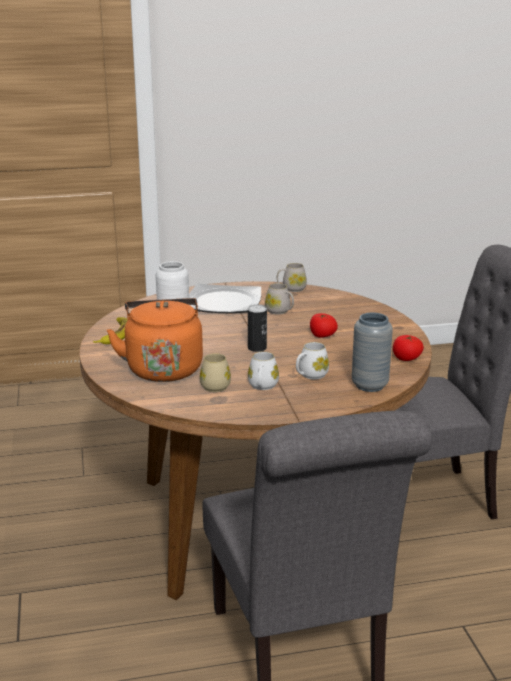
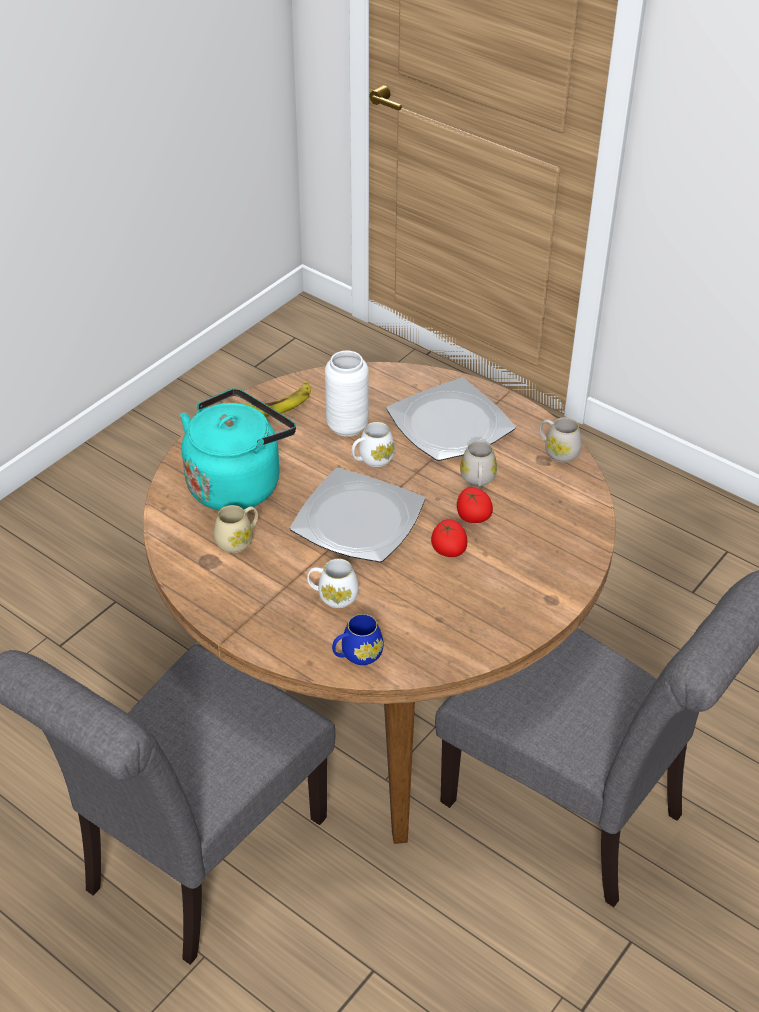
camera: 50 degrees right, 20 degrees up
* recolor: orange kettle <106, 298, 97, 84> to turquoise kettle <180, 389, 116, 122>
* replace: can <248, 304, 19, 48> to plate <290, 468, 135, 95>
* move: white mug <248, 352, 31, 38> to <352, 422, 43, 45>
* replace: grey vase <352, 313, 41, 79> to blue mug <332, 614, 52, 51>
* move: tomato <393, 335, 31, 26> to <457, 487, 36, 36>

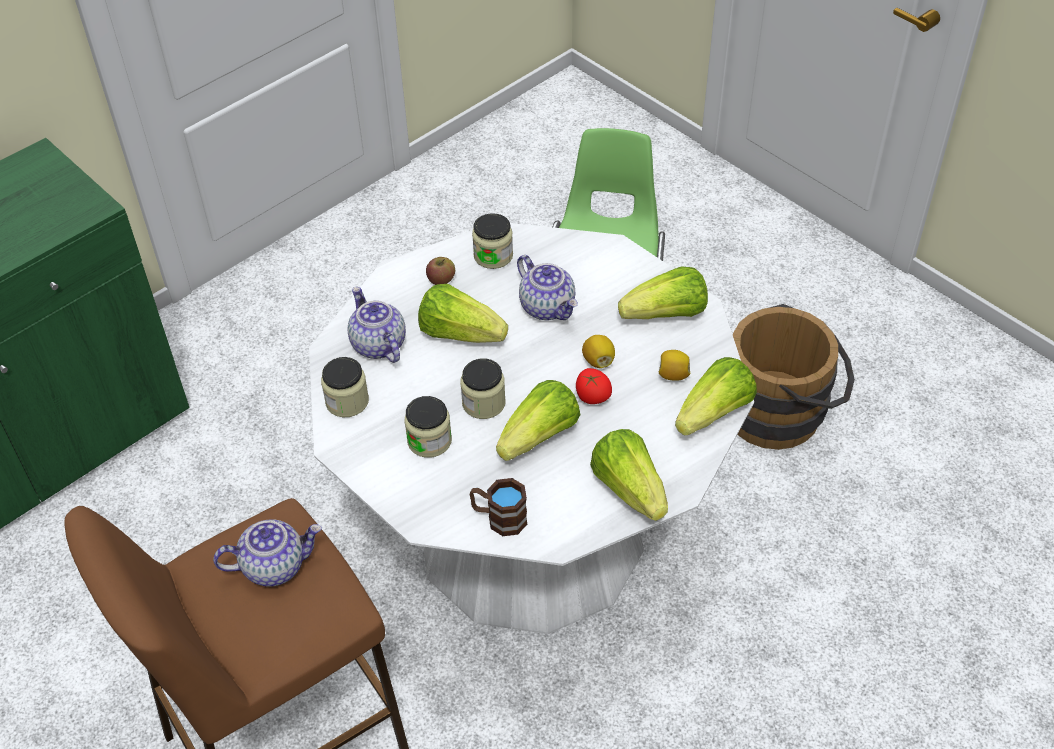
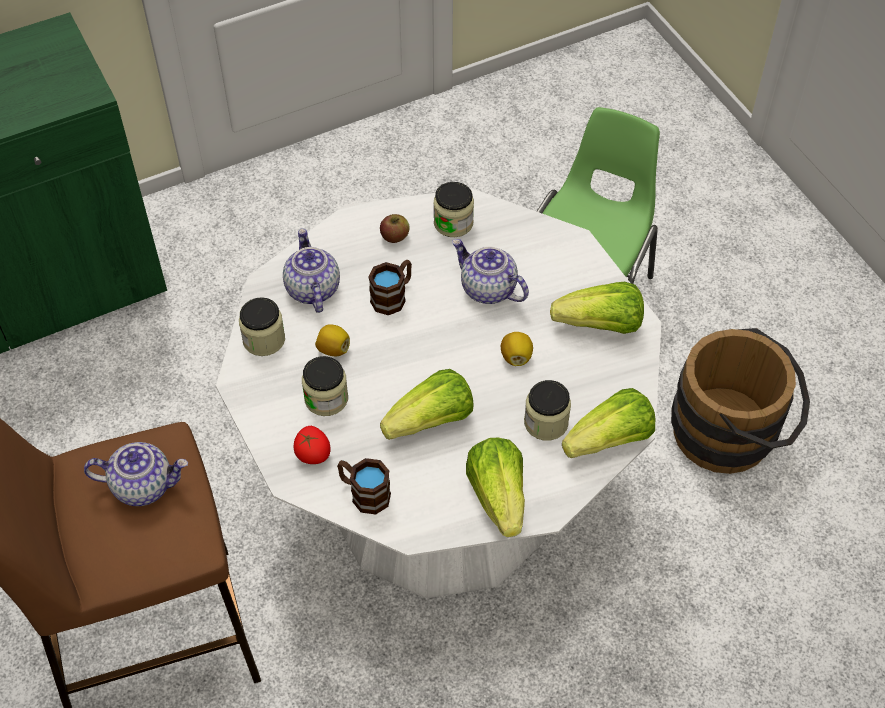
camera: 15 degrees right, 5 degrees up
* replace: lettuce <418, 284, 90, 59> to brown mug <368, 260, 44, 55>
* move: jar <460, 358, 46, 61> to <524, 380, 47, 61>
* rotate: teapot <517, 255, 61, 65> = <452, 239, 77, 65> 150 degrees clockwise
* move: tomato <576, 368, 36, 36> to <294, 426, 37, 38>
* move: lemon <659, 350, 32, 31> to <315, 324, 35, 32>

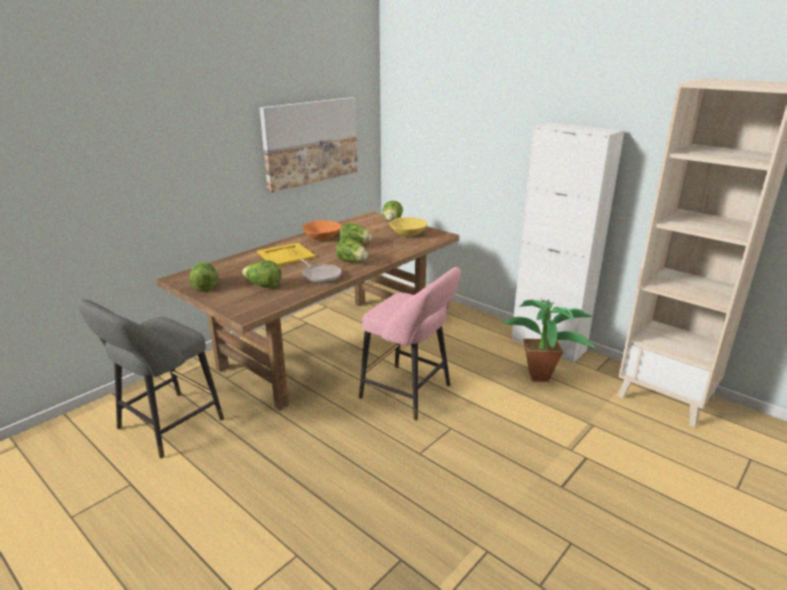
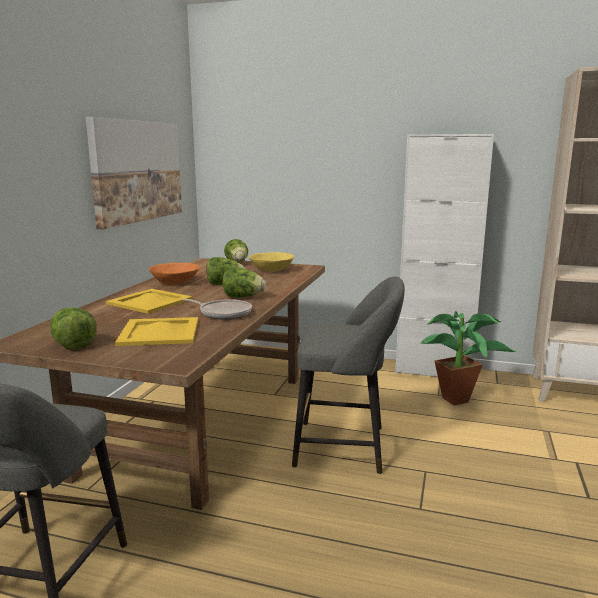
camera: 25 degrees left, 10 degrees down
* replace: lettuce <242, 260, 39, 28> to yellow tray <115, 317, 83, 29>
* recolor: pink stool <359, 267, 102, 154> to grey stool <292, 276, 113, 198>

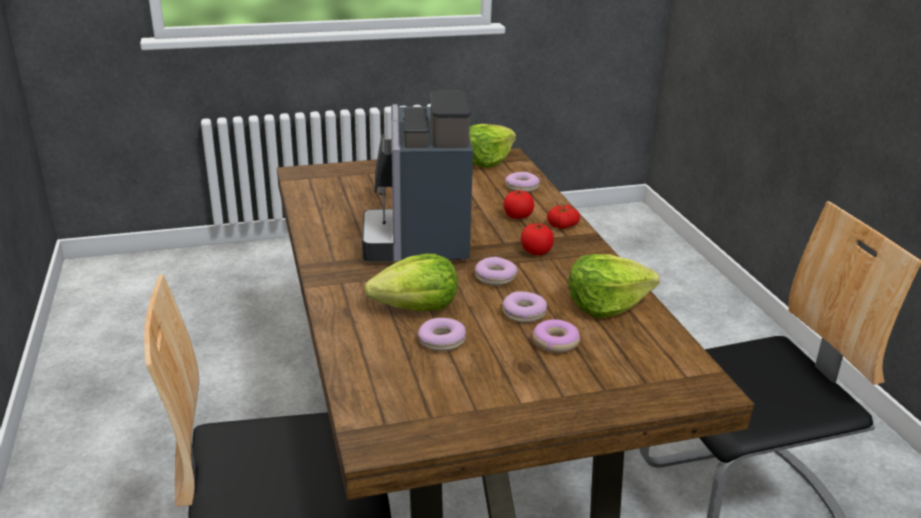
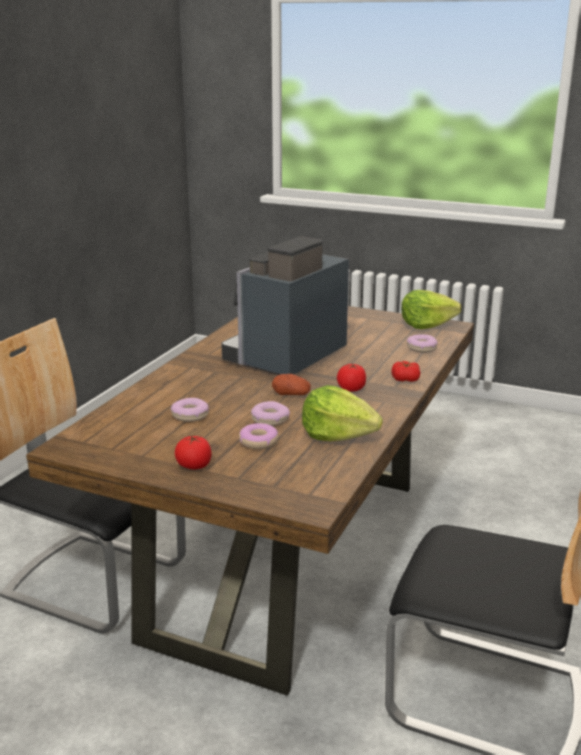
camera: 40 degrees right, 5 degrees down
* delete: lettuce <365, 254, 93, 57>
* replace: donut <475, 257, 43, 29> to potato <272, 374, 39, 21>
* move: tomato <503, 190, 31, 29> to <175, 435, 37, 34>

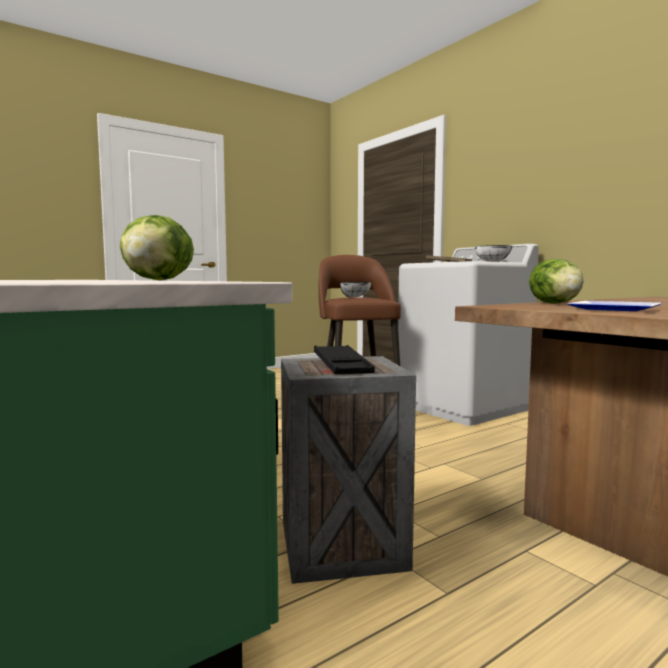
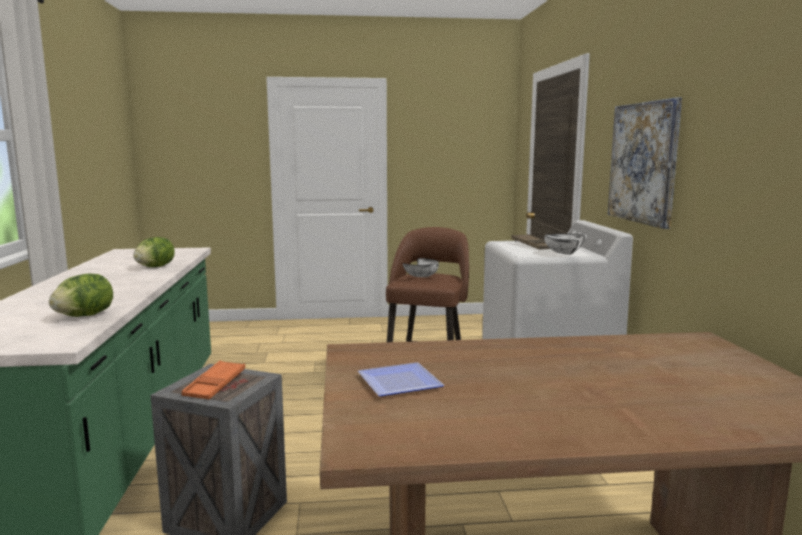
camera: 30 degrees right, 5 degrees up
* recolor: black tray <314, 345, 61, 29> to orange tray <181, 360, 64, 40>
* move: lettuce <529, 258, 55, 46> to <133, 237, 42, 30>
* insert: picture <608, 98, 74, 131>

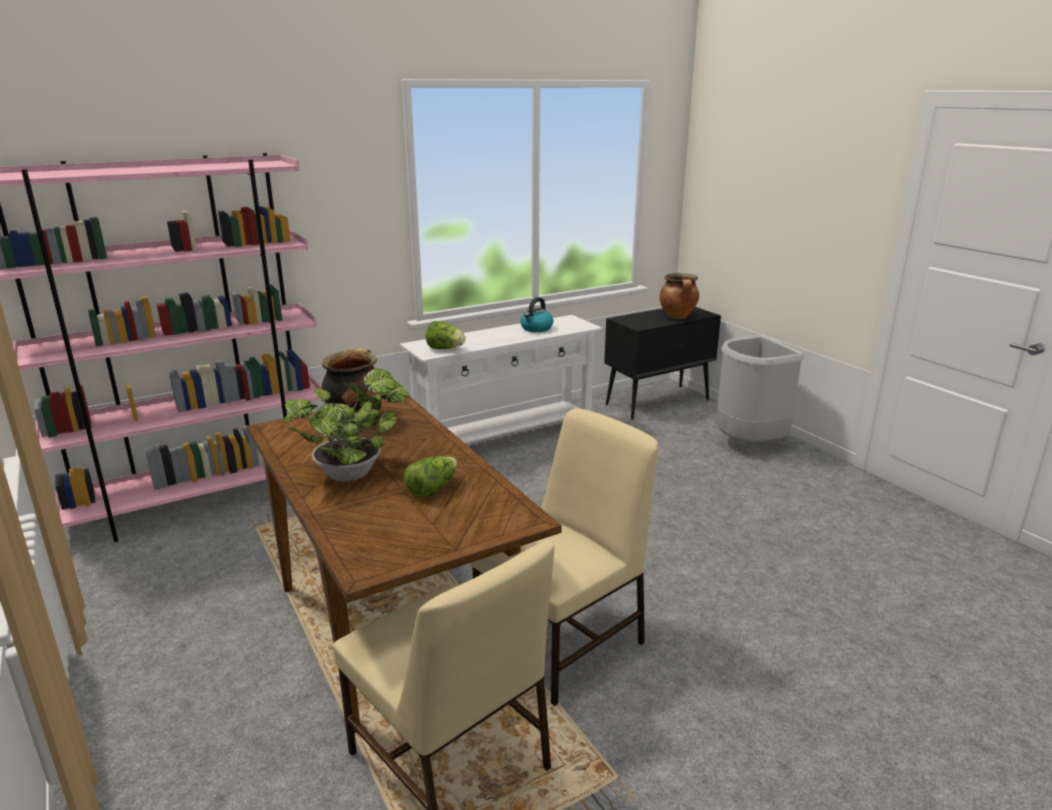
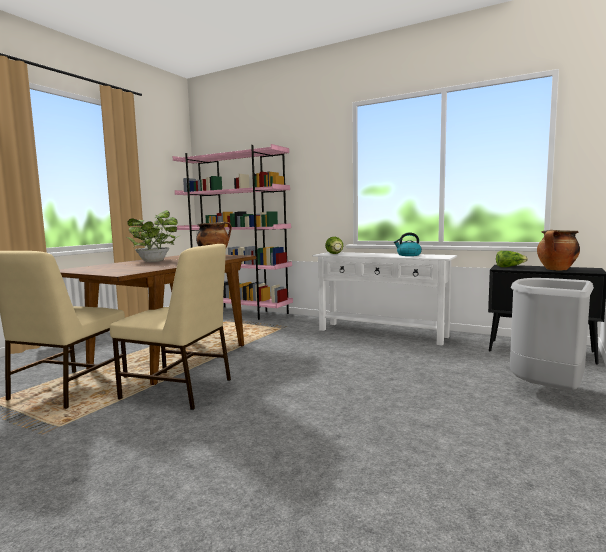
camera: 60 degrees right, 15 degrees down
* move: lettuce <404, 456, 53, 42> to <496, 251, 32, 16>

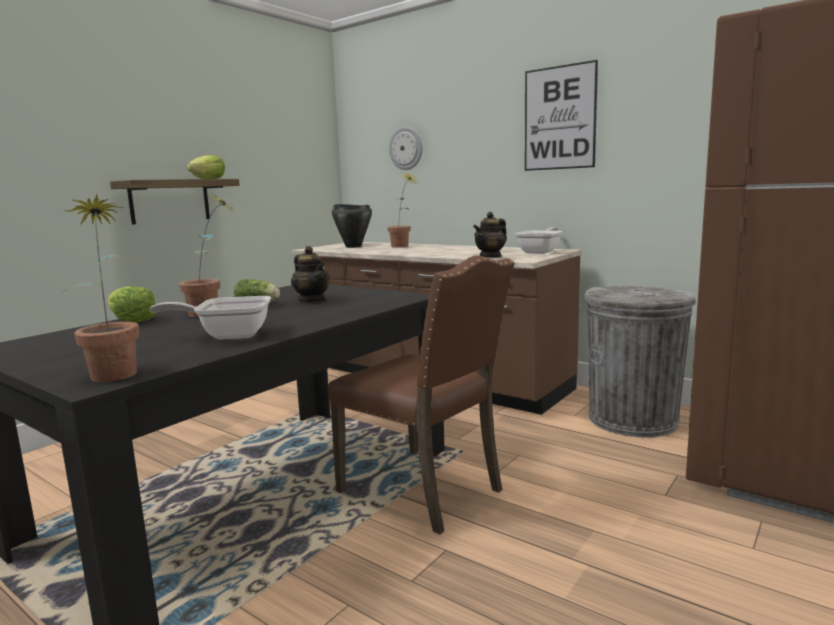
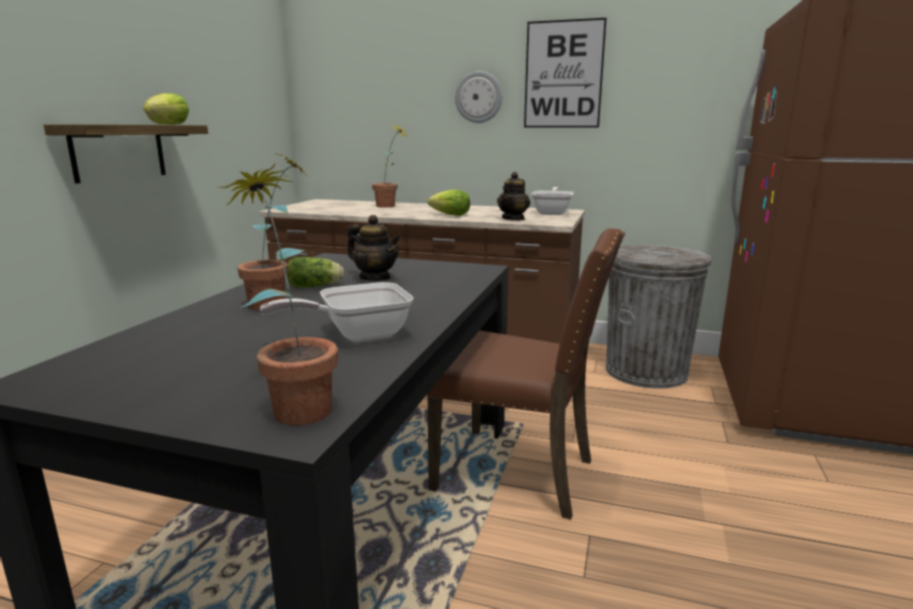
camera: 20 degrees left, 5 degrees up
* move: lettuce <108, 286, 49, 36> to <428, 190, 42, 26>
* delete: black cooking pot <332, 204, 40, 44>
* move: wall clock <389, 126, 33, 44> to <455, 71, 47, 52>

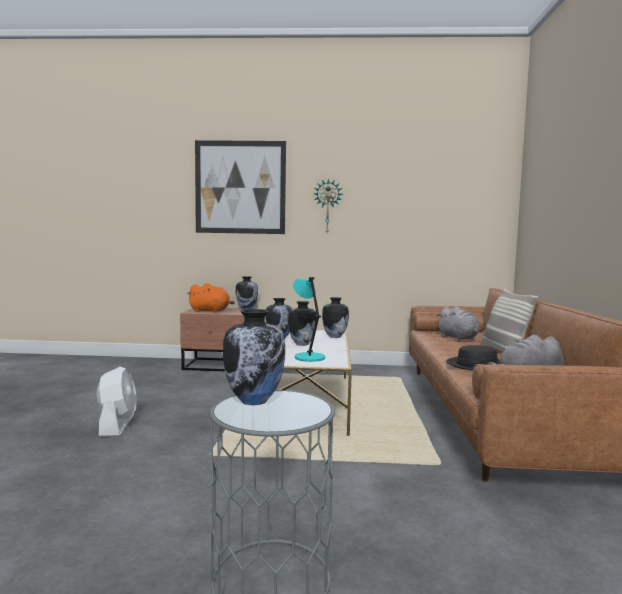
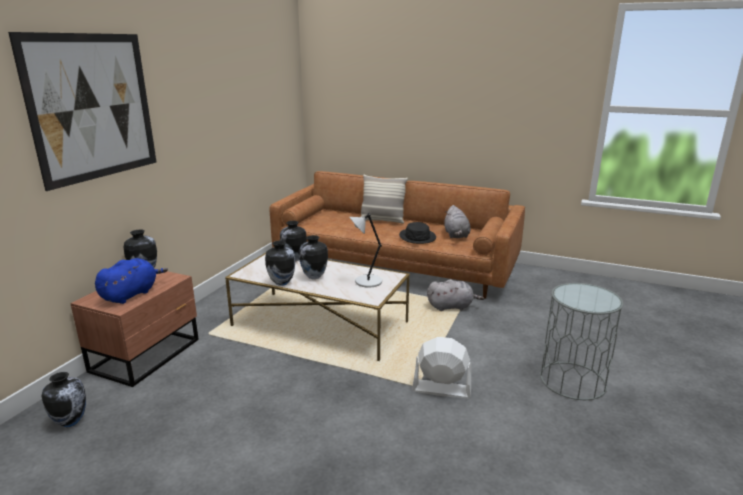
camera: 70 degrees left, 15 degrees up
* move: white fan <97, 367, 40, 70> to <412, 337, 59, 62>
* recolor: orange plush toy <187, 283, 48, 30> to blue plush toy <95, 258, 73, 46>
* move: vase <223, 309, 62, 96> to <42, 372, 44, 55>
* recolor: turquoise table lamp <293, 277, 32, 85> to grey table lamp <350, 213, 32, 74>
* delete: wall clock <314, 178, 29, 55>
* move: grey plush toy <436, 306, 44, 34> to <427, 280, 57, 31>

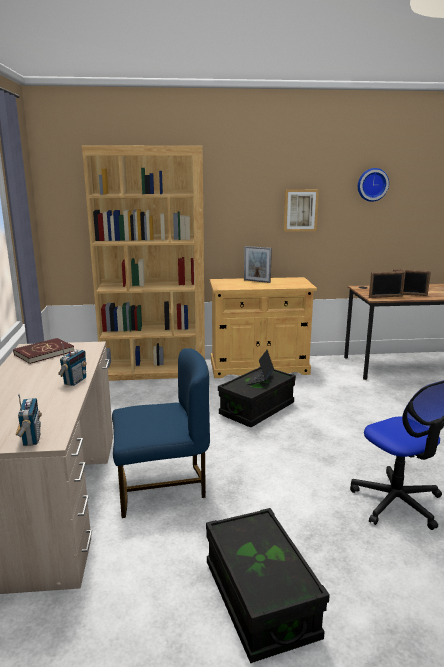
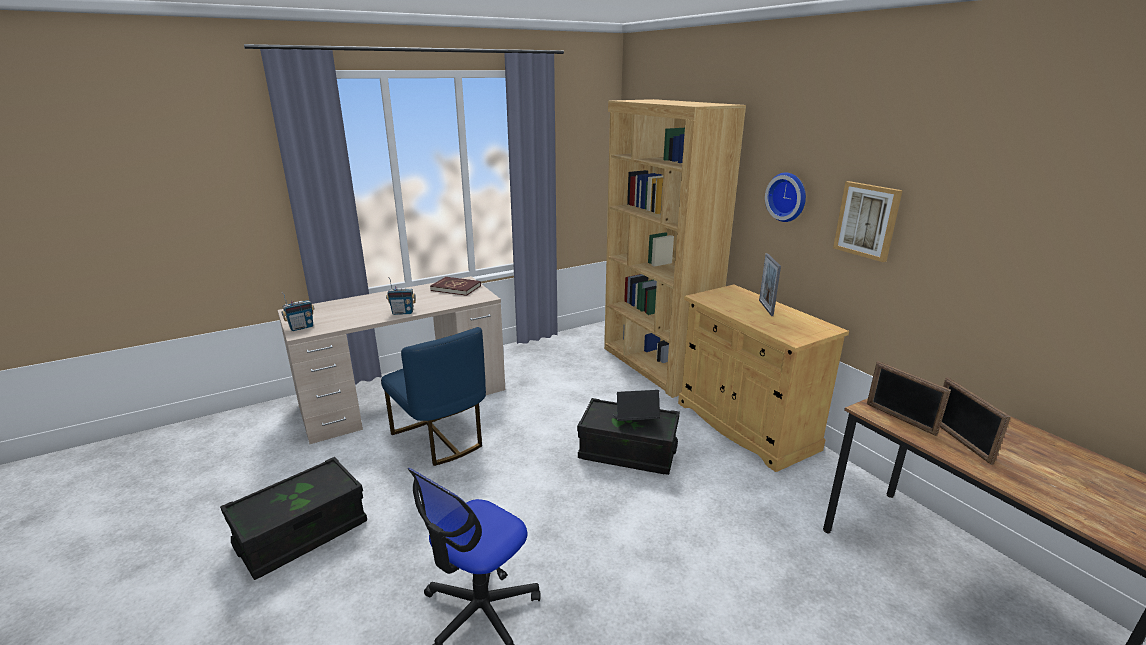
camera: 65 degrees right, 5 degrees up
* move: wall clock <358, 168, 31, 34> to <765, 173, 41, 49>

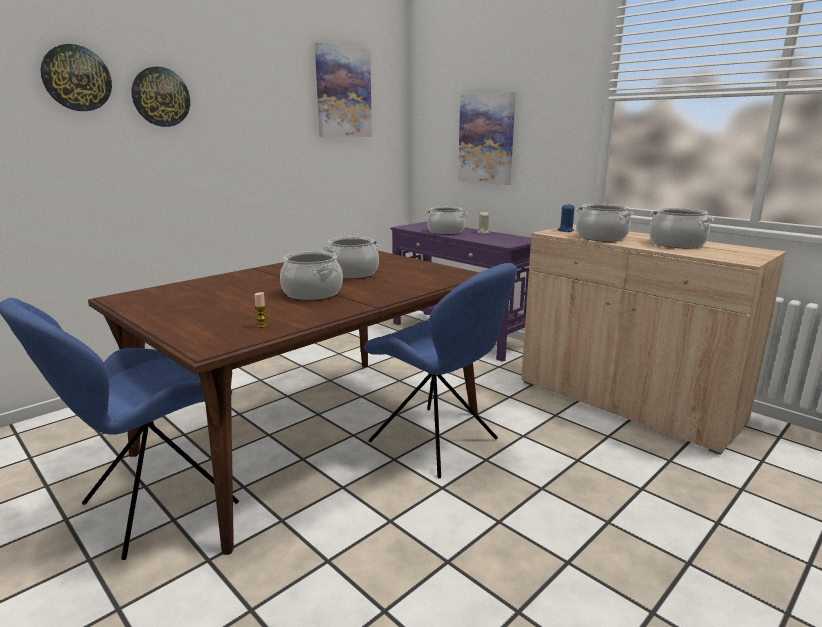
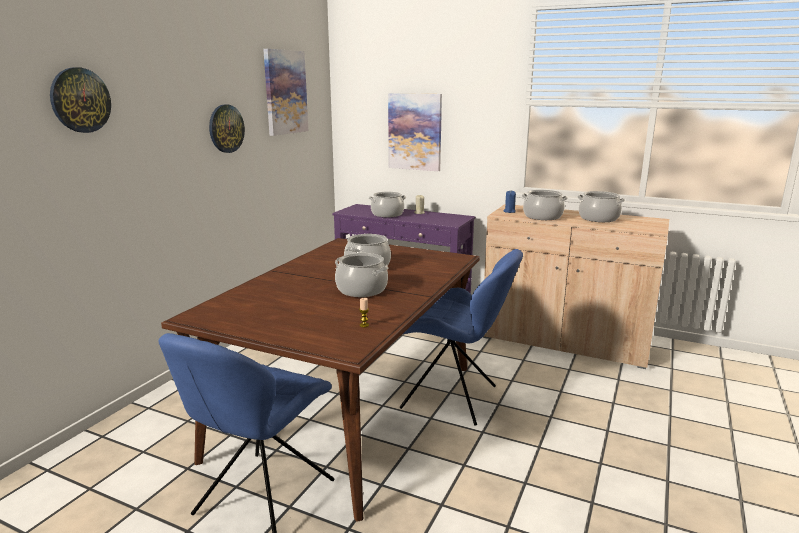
camera: 20 degrees left, 0 degrees up
* move: wall clock <131, 67, 59, 60> to <209, 104, 36, 49>

